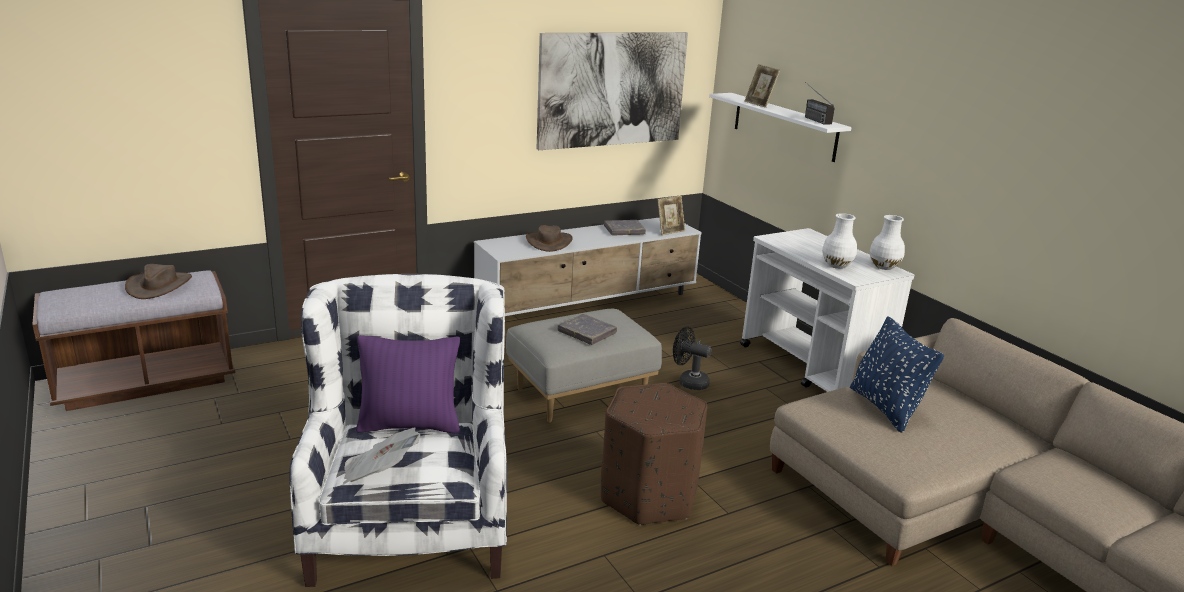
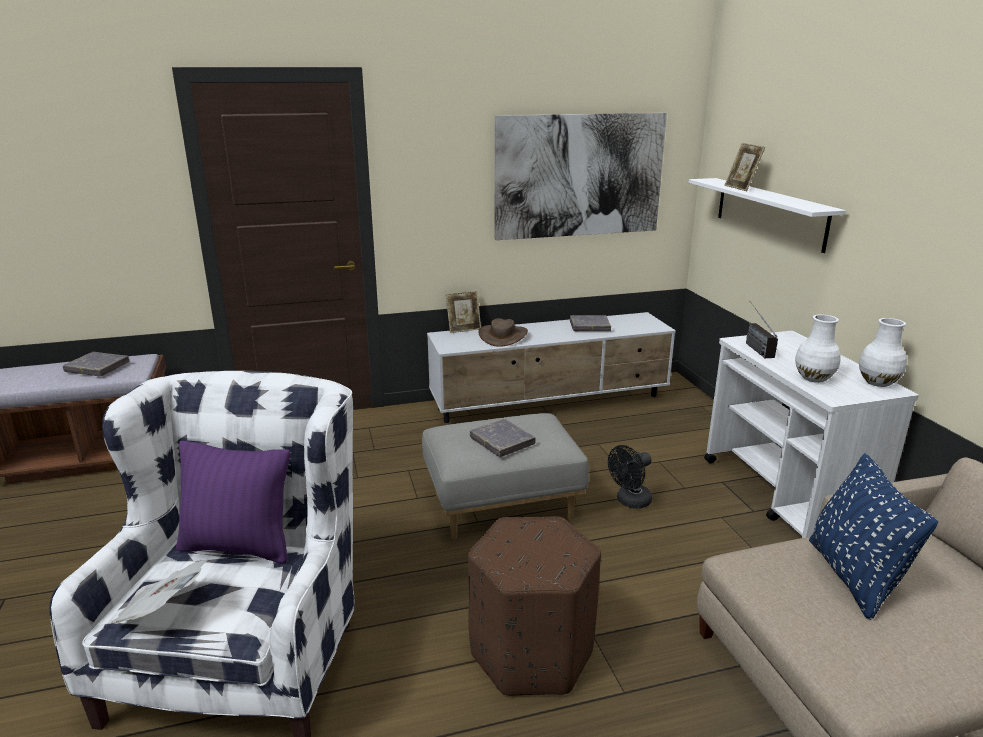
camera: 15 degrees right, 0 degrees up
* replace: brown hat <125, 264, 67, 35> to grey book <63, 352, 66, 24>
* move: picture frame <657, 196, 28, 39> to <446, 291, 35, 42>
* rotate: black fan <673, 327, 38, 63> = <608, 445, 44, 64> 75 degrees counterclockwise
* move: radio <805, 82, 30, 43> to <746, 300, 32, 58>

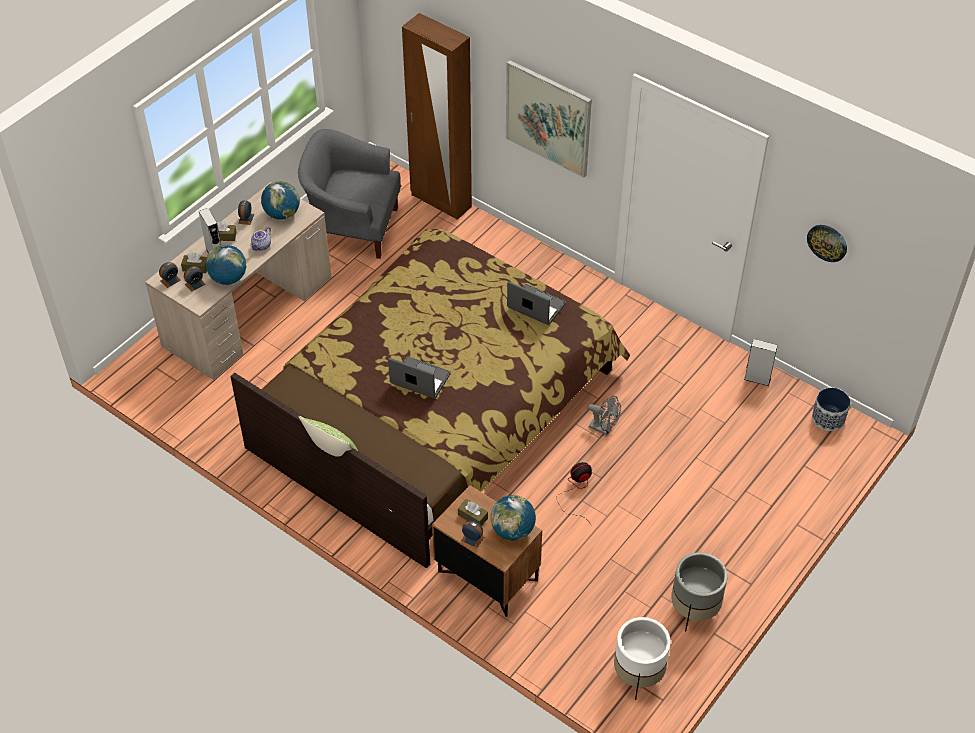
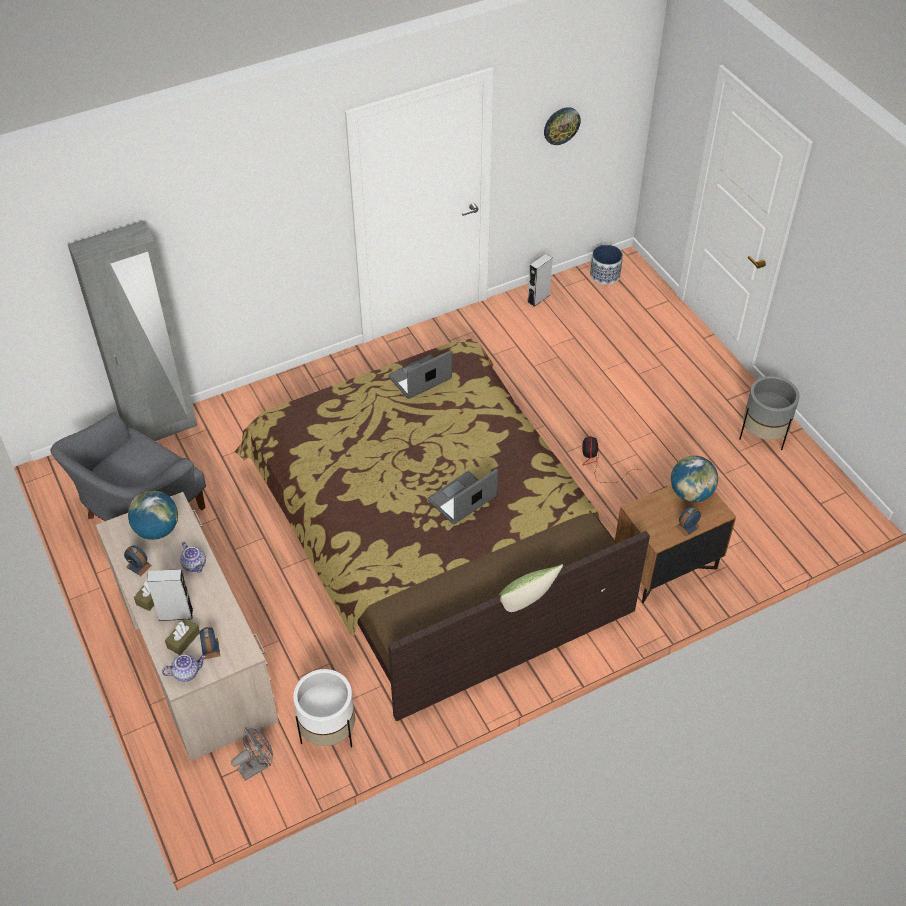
camera: 65 degrees left, 0 degrees up
* replace: alarm clock <159, 262, 22, 26> to teapot <162, 654, 44, 28>
* delete: globe <206, 245, 41, 40>
* recolor: brown wardrobe <402, 13, 70, 207> to grey wardrobe <68, 221, 129, 220>
* delete: brown tissue box <458, 499, 30, 27>
* delete: picture <506, 60, 86, 118>
* move: grey fan <588, 396, 33, 40> to <231, 727, 42, 54>
* move: white planter <614, 617, 56, 83> to <293, 669, 62, 79>

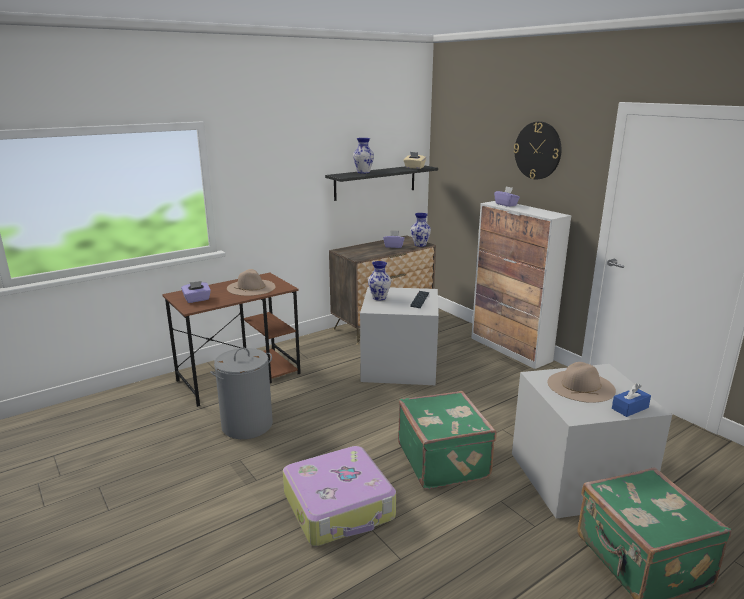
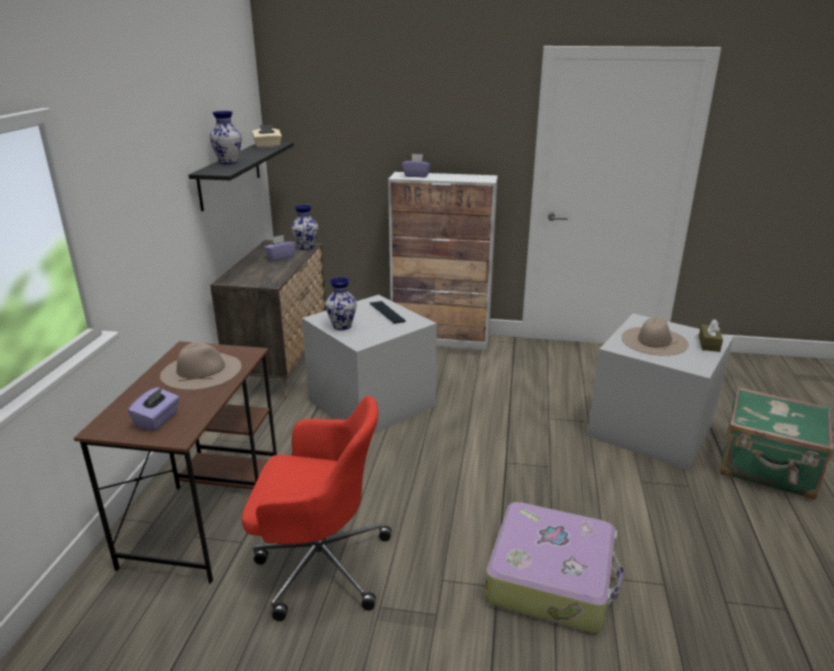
camera: 45 degrees left, 5 degrees up
* replace: grey laundry basket <210, 348, 63, 91> to red office chair <242, 396, 150, 225>
* delete: green suitcase <398, 391, 99, 98>
* delete: wall clock <514, 122, 48, 57>
* recolor: blue tissue box <612, 384, 39, 33> to brown tissue box <699, 319, 24, 33>

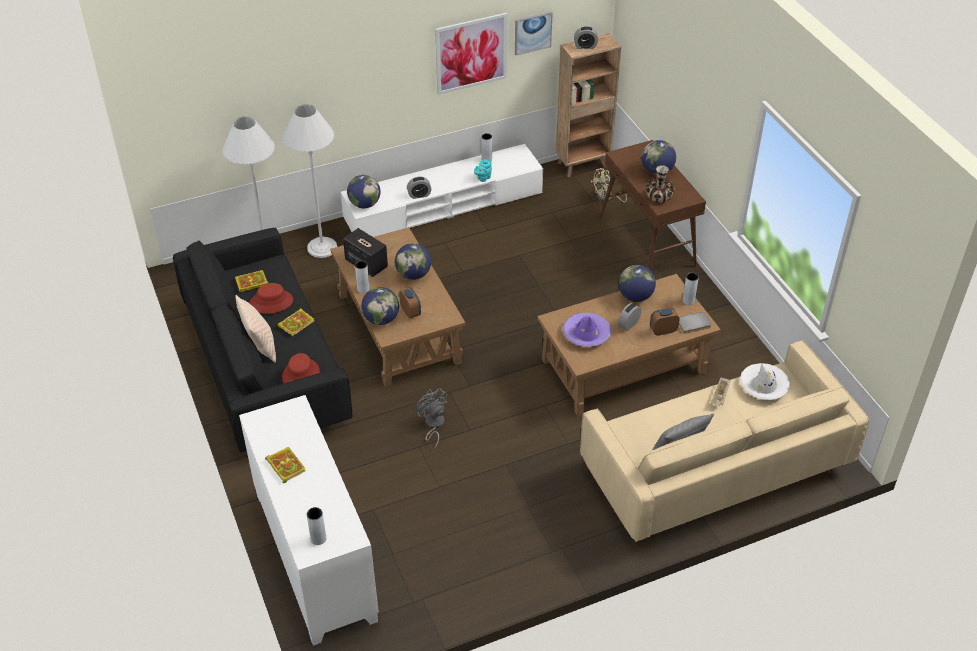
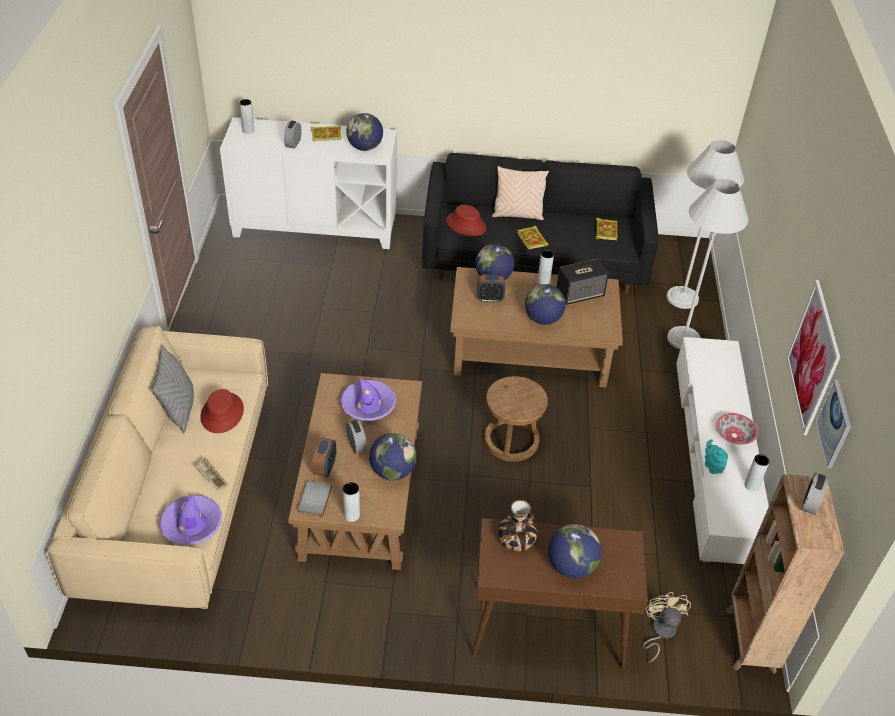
camera: 115 degrees right, 0 degrees up
* move: red hat <249, 283, 44, 31> to <201, 389, 43, 44>
* move: globe <347, 175, 34, 33> to <346, 113, 37, 38>
* move: alarm clock <407, 176, 24, 23> to <284, 121, 18, 28>
* delete: grey fan <416, 388, 32, 60>
* recolor: white hat <740, 363, 50, 37> to purple hat <159, 495, 63, 50>
* insert: brown stool <484, 376, 64, 86>
* insert: bowl <716, 413, 42, 32>

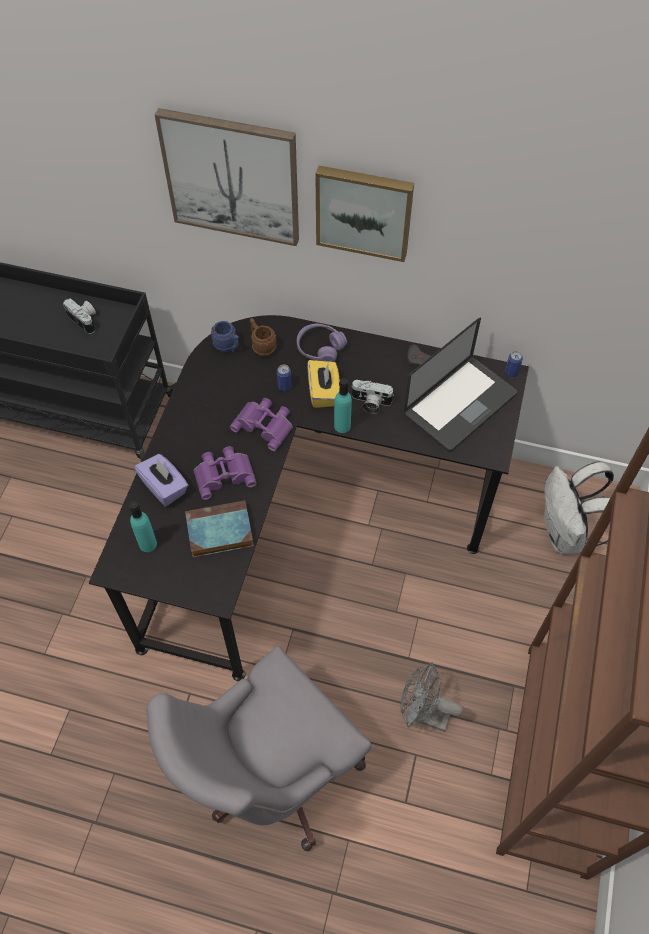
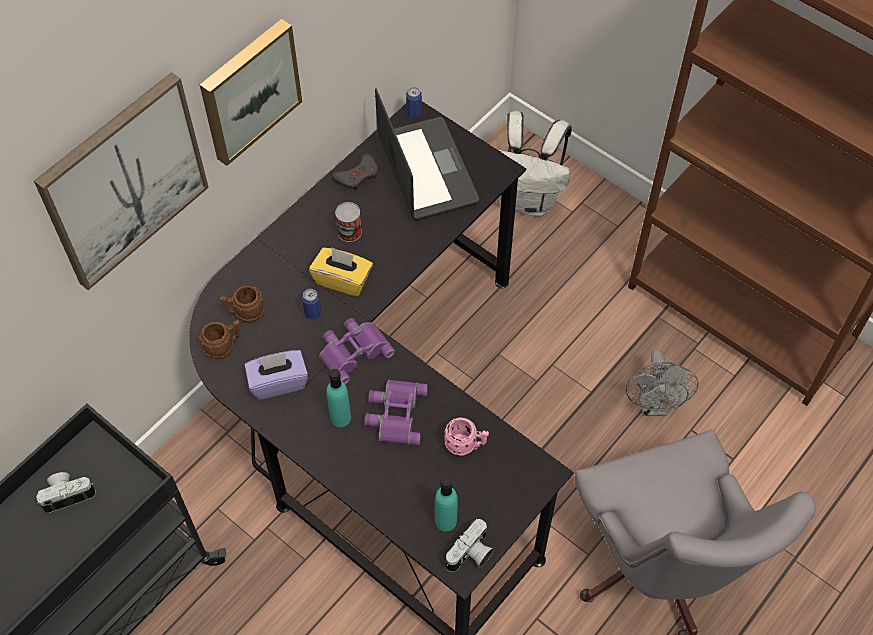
camera: 65 degrees left, 0 degrees up
* move: purple tissue box <134, 454, 54, 53> to <244, 350, 64, 50>
* replace: book <185, 500, 69, 57> to pink mug <444, 417, 45, 39>
* recolor: blue mug <211, 321, 28, 31> to brown mug <199, 320, 42, 39>
* delete: purple headphones <297, 324, 50, 38>
* move: turquoise bottle <334, 378, 18, 55> to <327, 369, 24, 58>
* move: photo camera <351, 380, 43, 34> to <446, 519, 48, 53>
* rotate: grey fan <401, 663, 62, 69> = <626, 348, 73, 68> 45 degrees counterclockwise
* insert: can <335, 202, 27, 40>

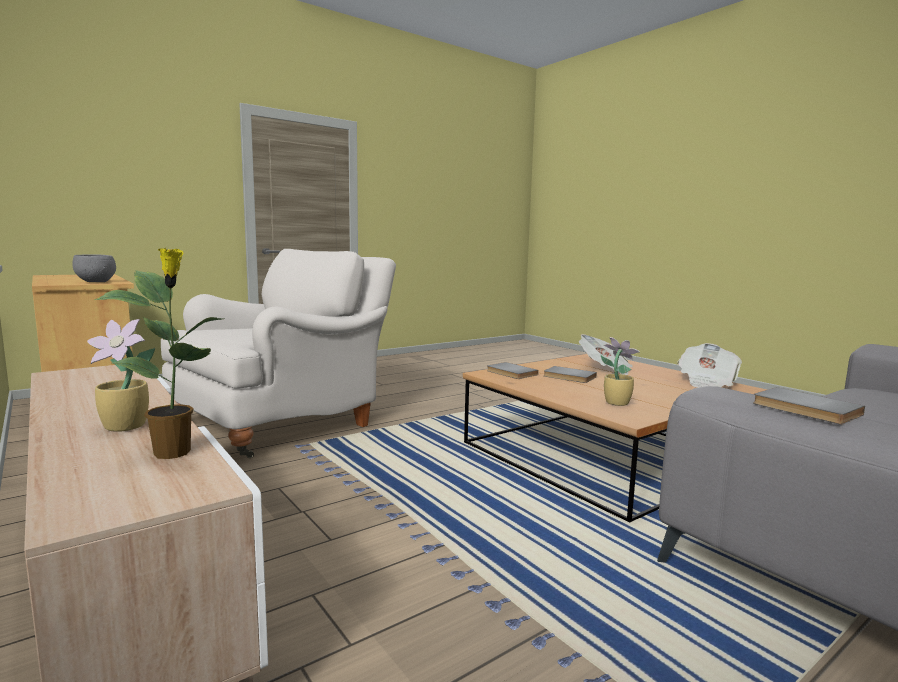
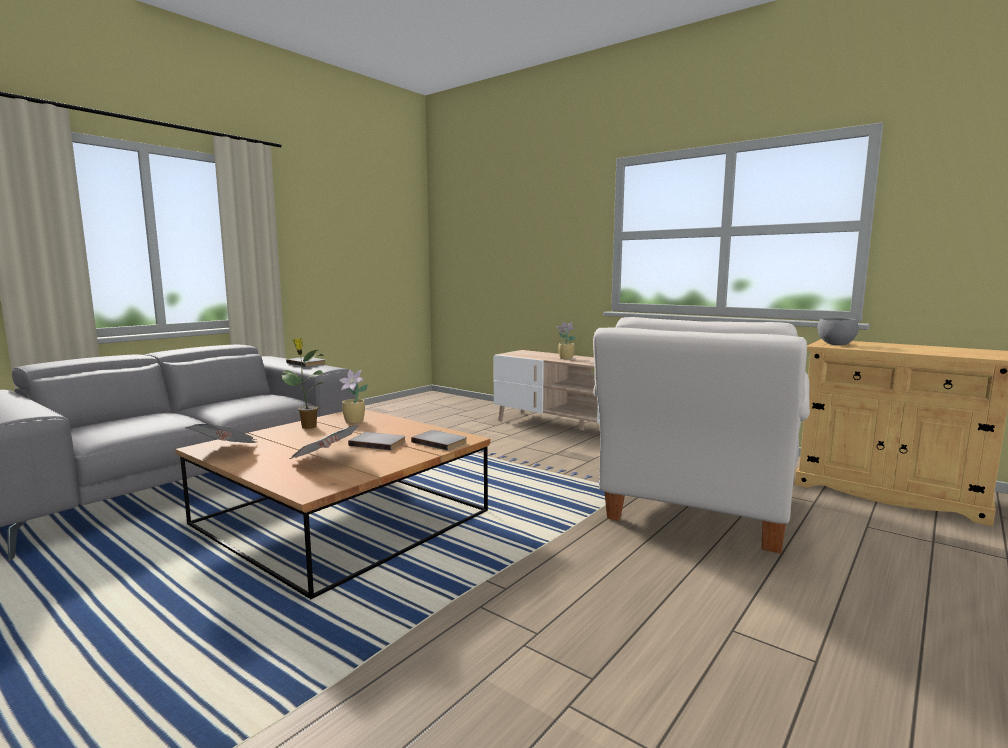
camera: 165 degrees right, 0 degrees up
* move: potted plant <94, 248, 129, 211> to <282, 338, 43, 91>

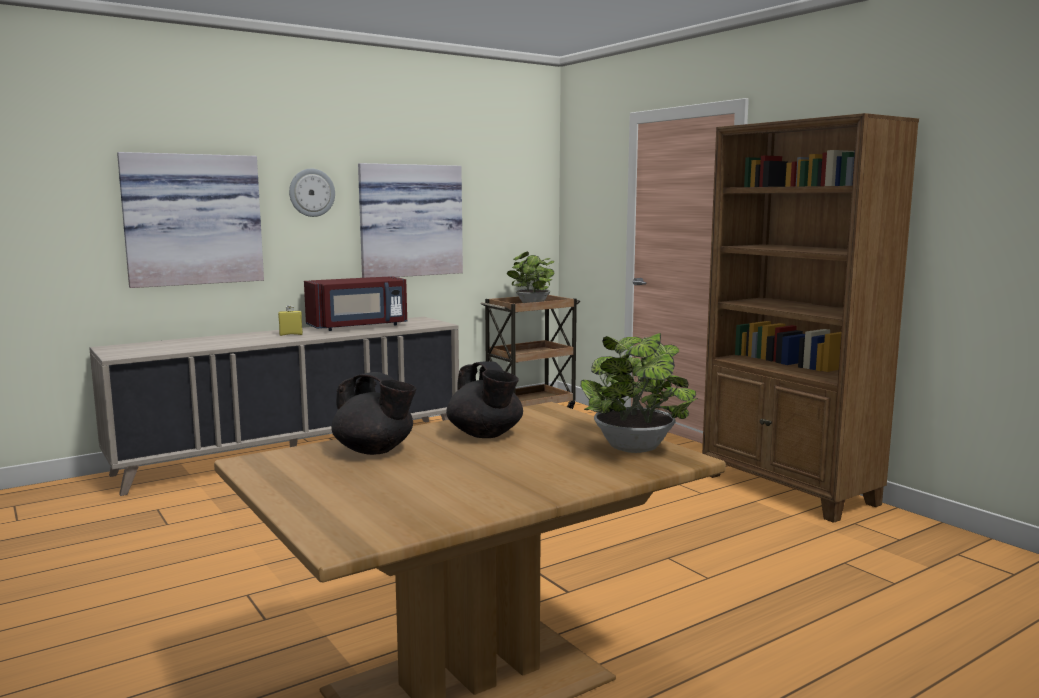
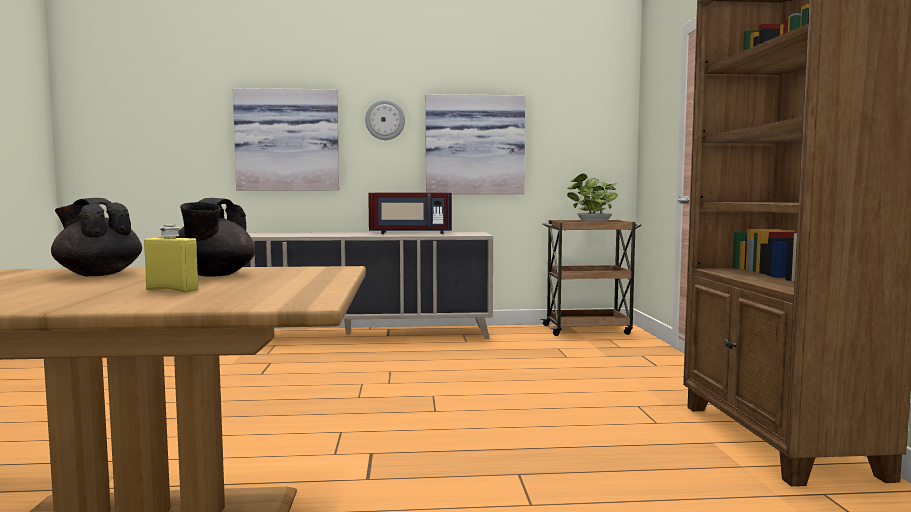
camera: 30 degrees right, 5 degrees down
* move: yellow bottle <278, 305, 25, 31> to <144, 224, 54, 68>
* rotate: black teapot <331, 372, 85, 83> = <51, 198, 91, 78> 150 degrees clockwise
* delete: potted plant <581, 333, 117, 120>

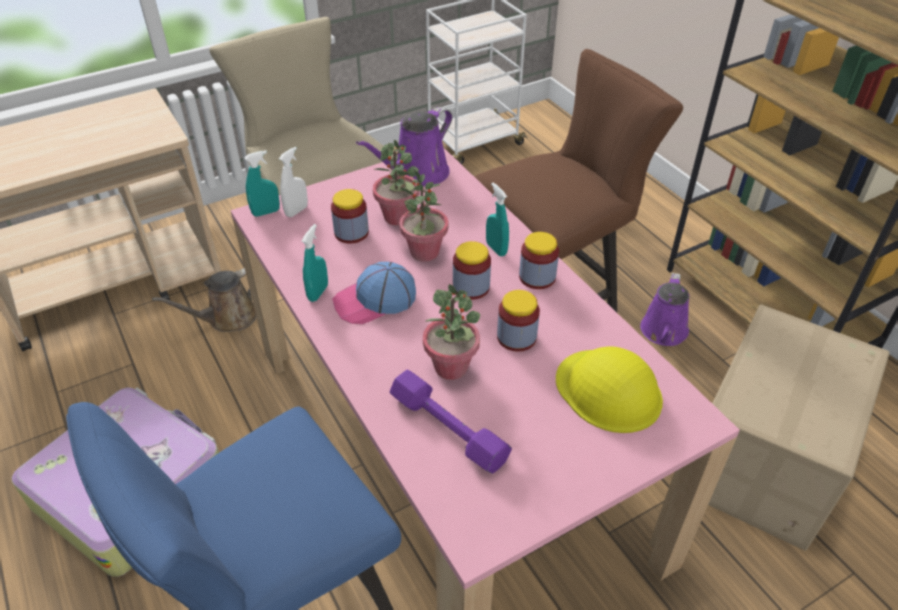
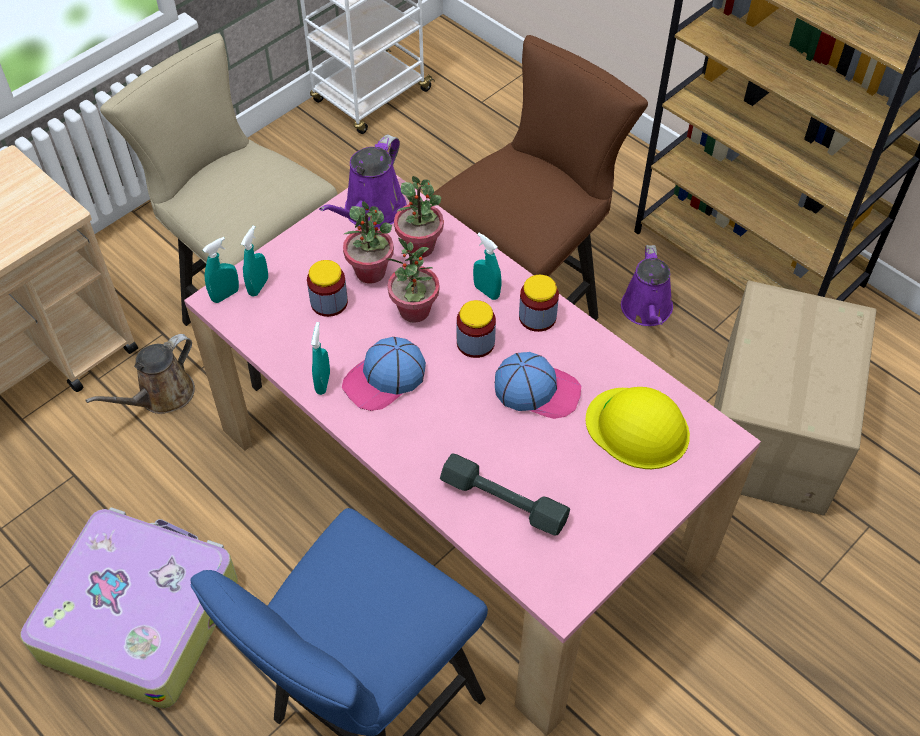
camera: 15 degrees left, 10 degrees up
* recolor: white spray bottle <279, 147, 29, 70> to turquoise spray bottle <241, 225, 27, 72>
* recolor: purple dumbbell <389, 369, 123, 105> to grey dumbbell <440, 453, 130, 82>
* move: potted plant <423, 284, 57, 96> to <394, 176, 50, 82>
* replace: jar <497, 290, 43, 62> to cap <495, 352, 86, 67>

